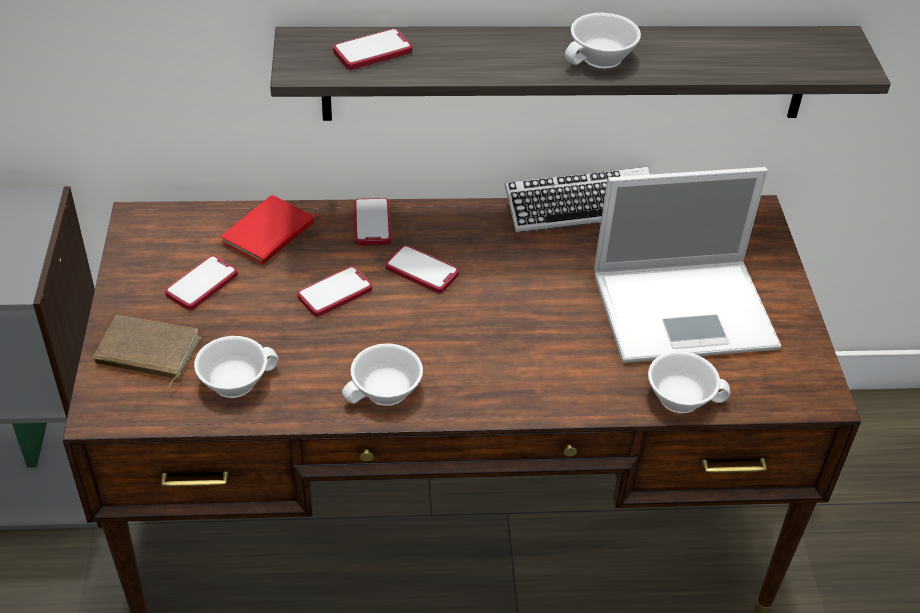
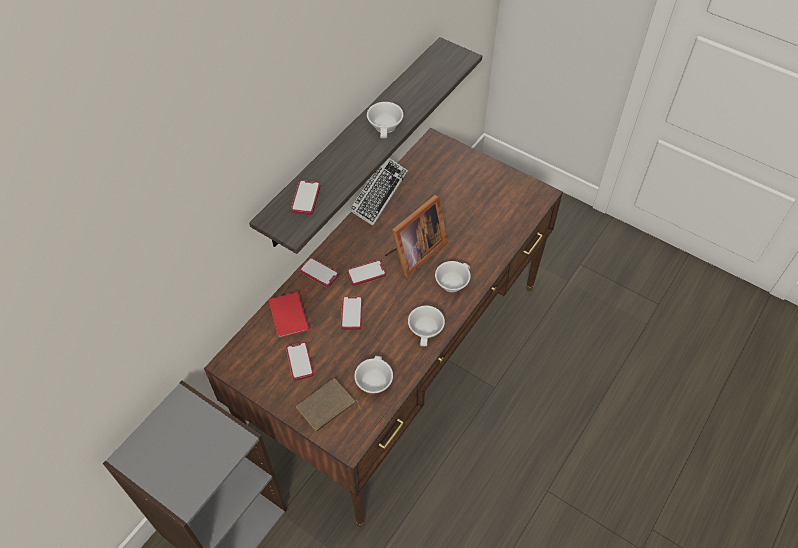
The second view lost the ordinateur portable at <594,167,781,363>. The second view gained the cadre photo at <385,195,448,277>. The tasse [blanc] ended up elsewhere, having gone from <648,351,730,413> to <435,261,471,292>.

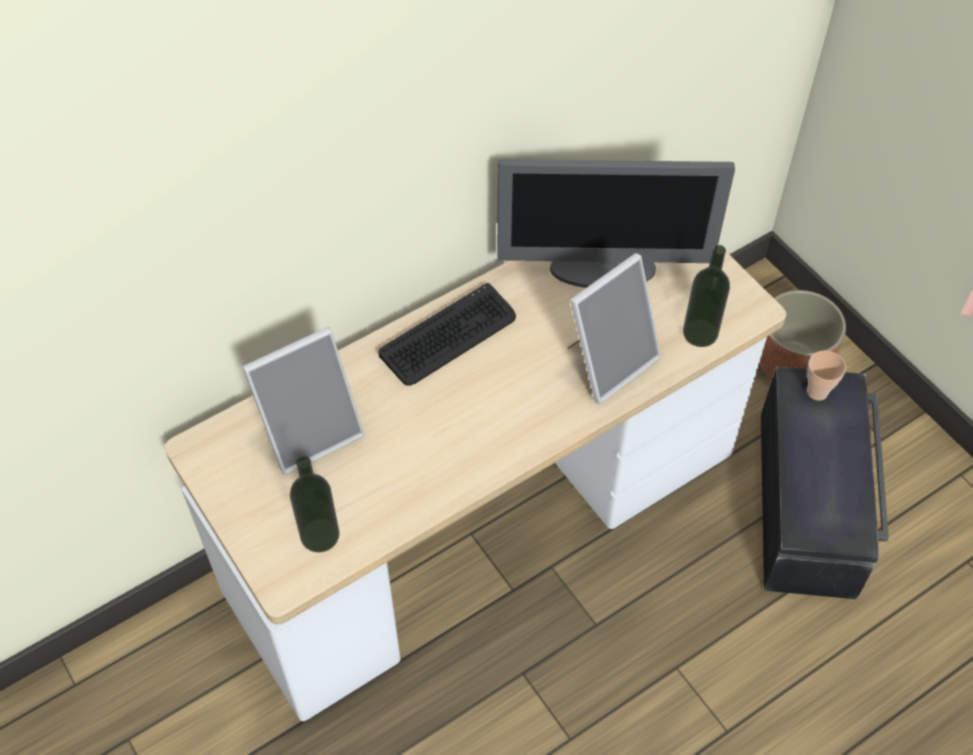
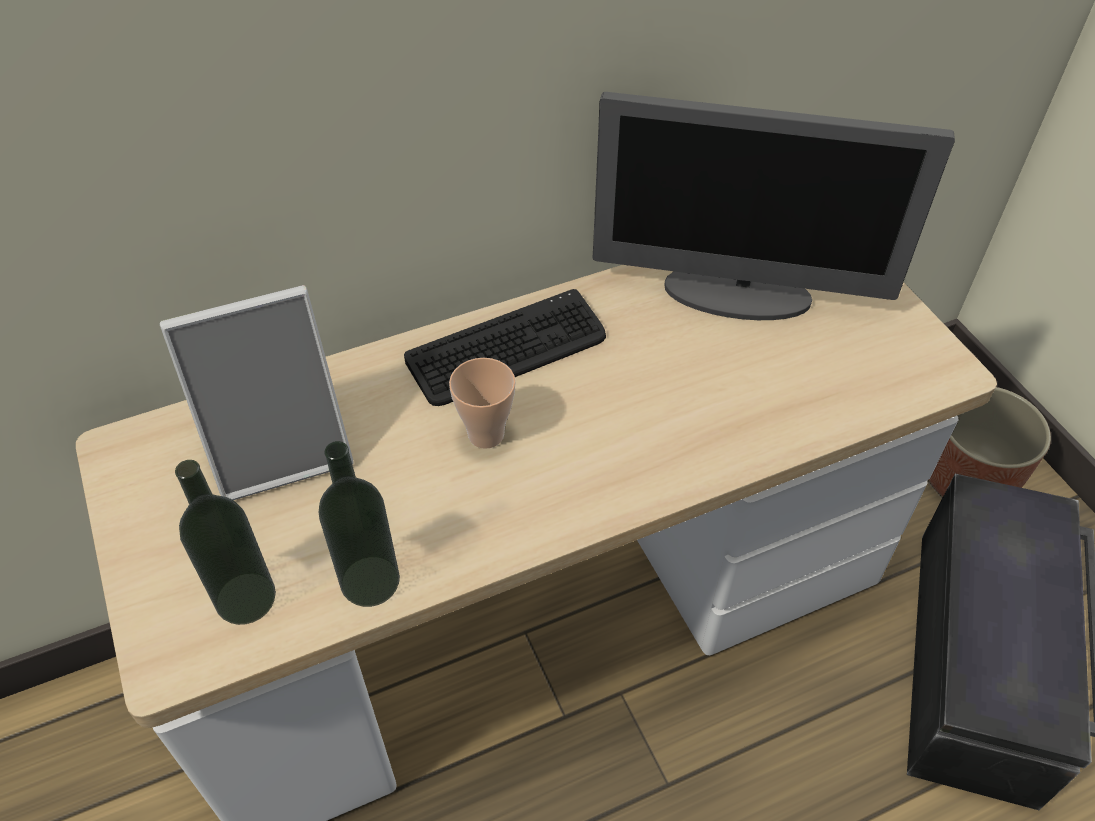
The second view lost the cadre photo at <567,253,661,404>. The bouteille ended up elsewhere, having gone from <683,245,730,347> to <319,441,400,607>. The tasse ended up elsewhere, having gone from <807,351,846,401> to <449,358,516,449>.

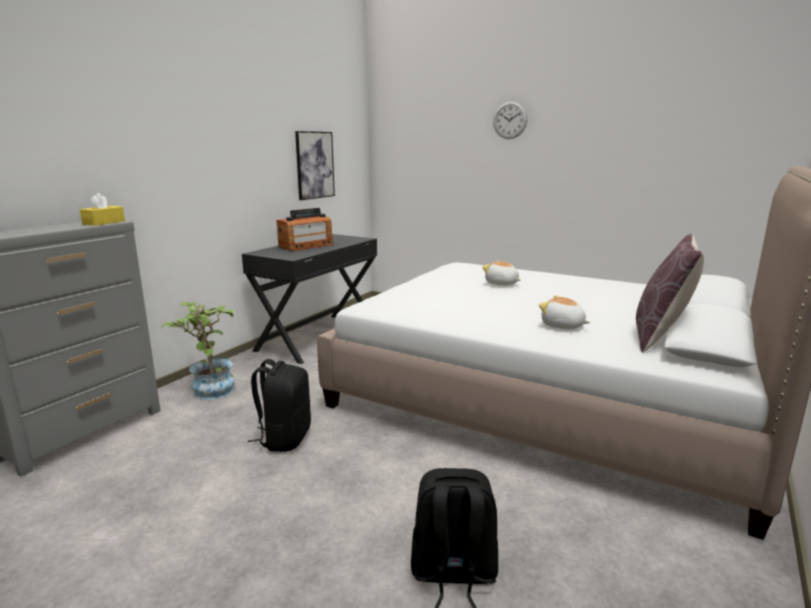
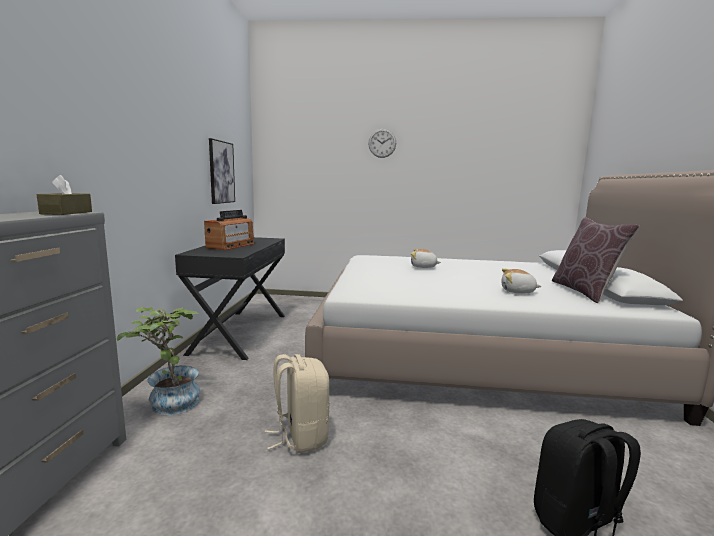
What was the boîte à mouchoirs [jaune] at <80,193,125,226> turned into the boîte à mouchoirs [marron] at <36,175,92,215>. What was the sac à dos [noir] at <248,359,311,452> turned into the sac à dos [beige] at <265,354,330,453>.

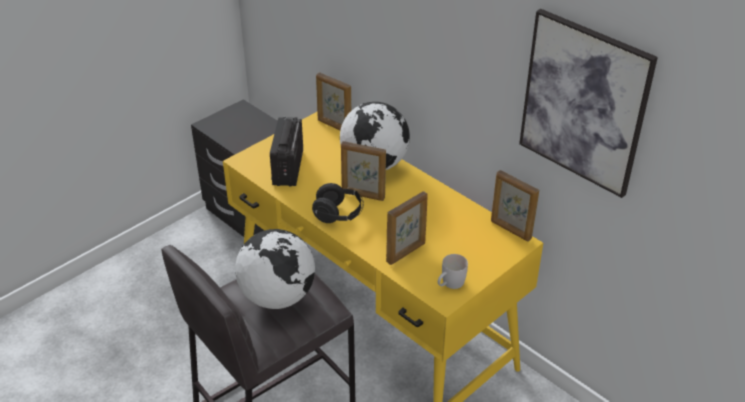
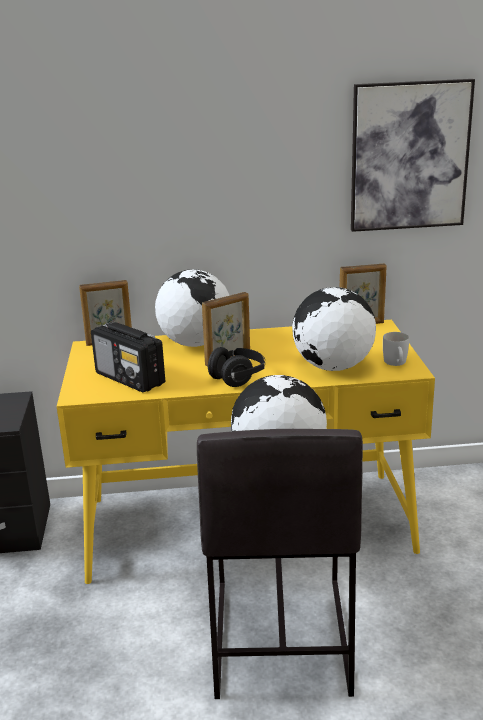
Where the cadre photo stood at <386,191,428,265>, the globe came to stand at <292,287,376,371>.

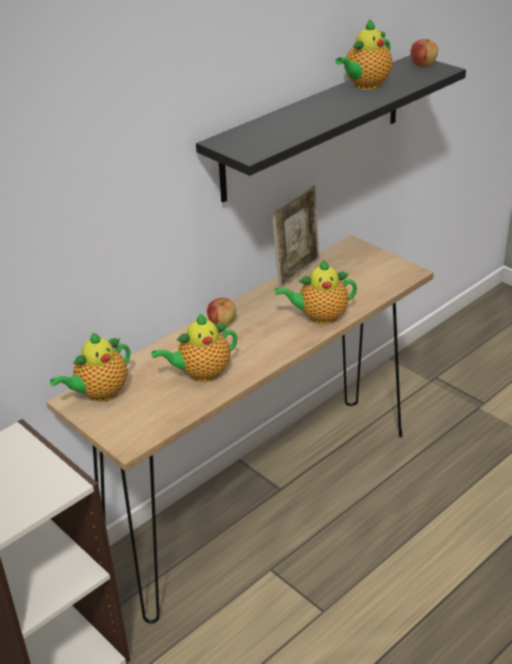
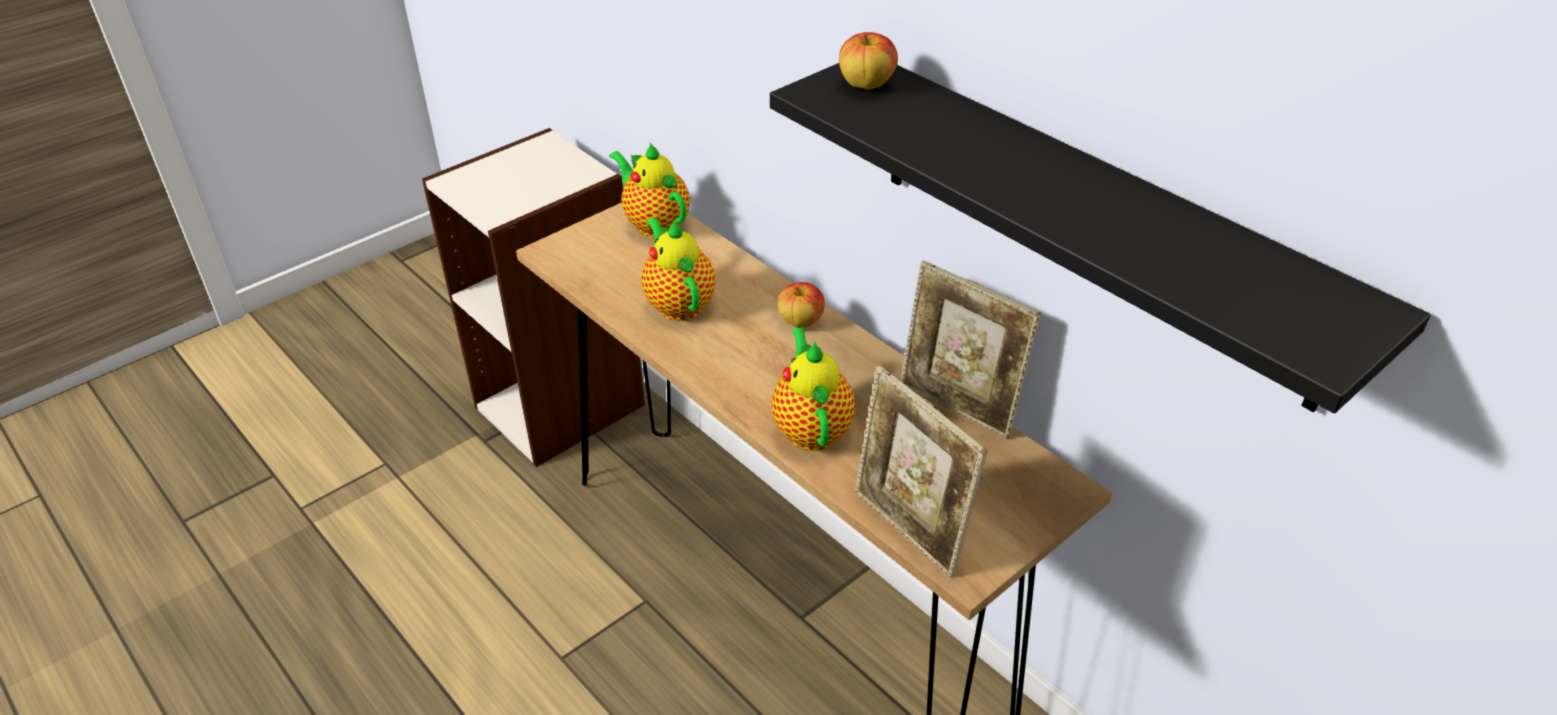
The second view lost the théière at <335,19,393,90>. The second view gained the cadre photo at <855,366,987,578>. The pomme ended up elsewhere, having gone from <411,39,438,67> to <839,32,898,90>.

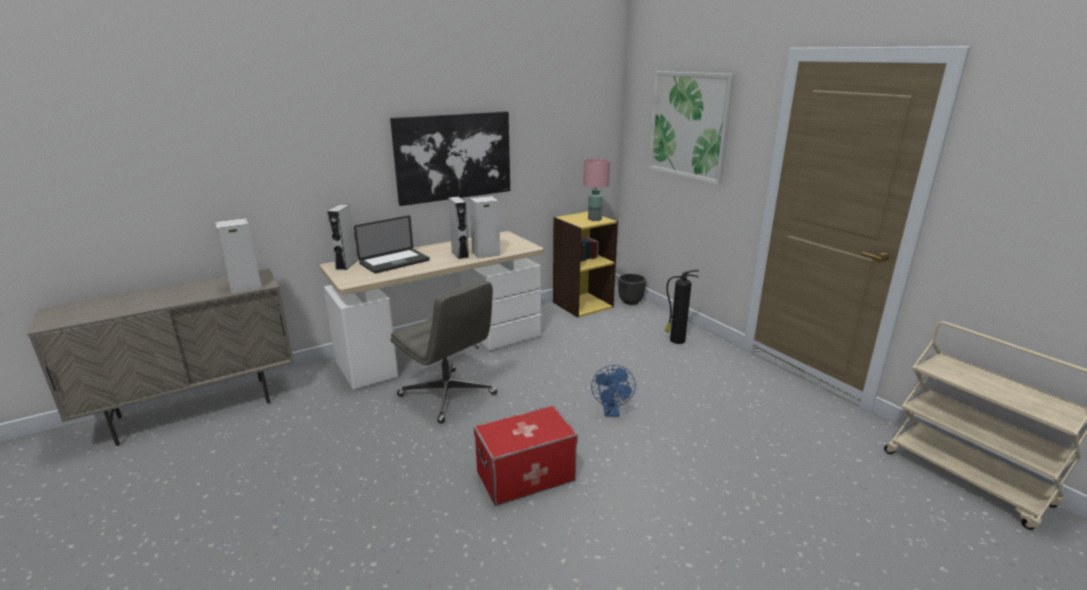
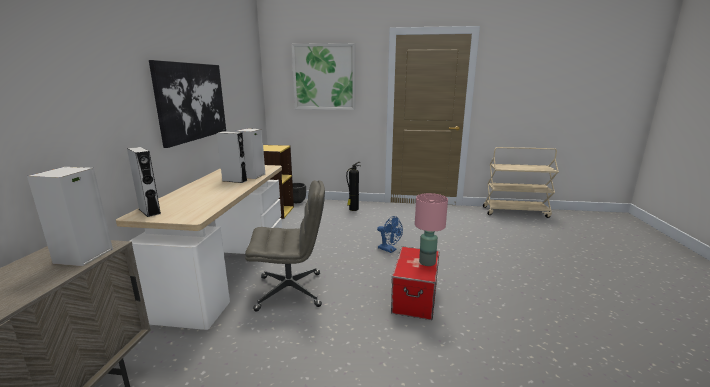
The second view lost the ordinateur portable at <354,216,430,273>. The lampe de table [rose] ended up elsewhere, having gone from <583,158,610,221> to <415,193,448,266>.

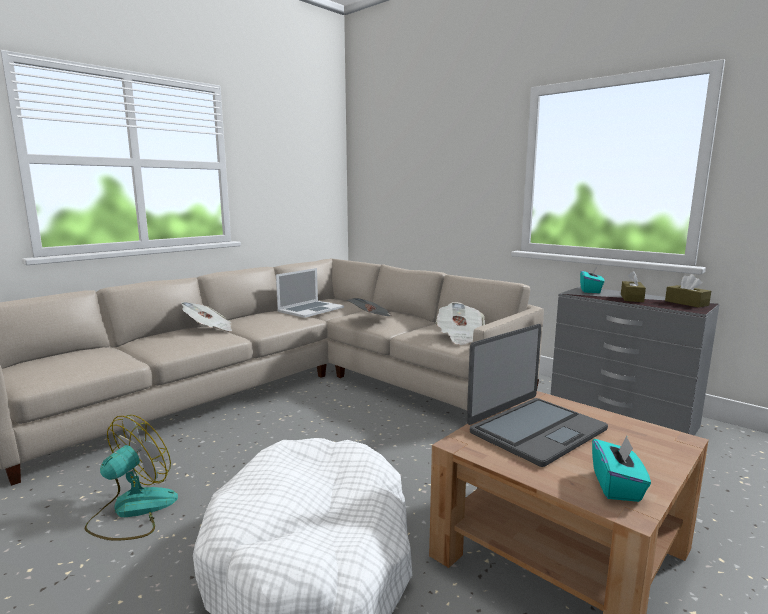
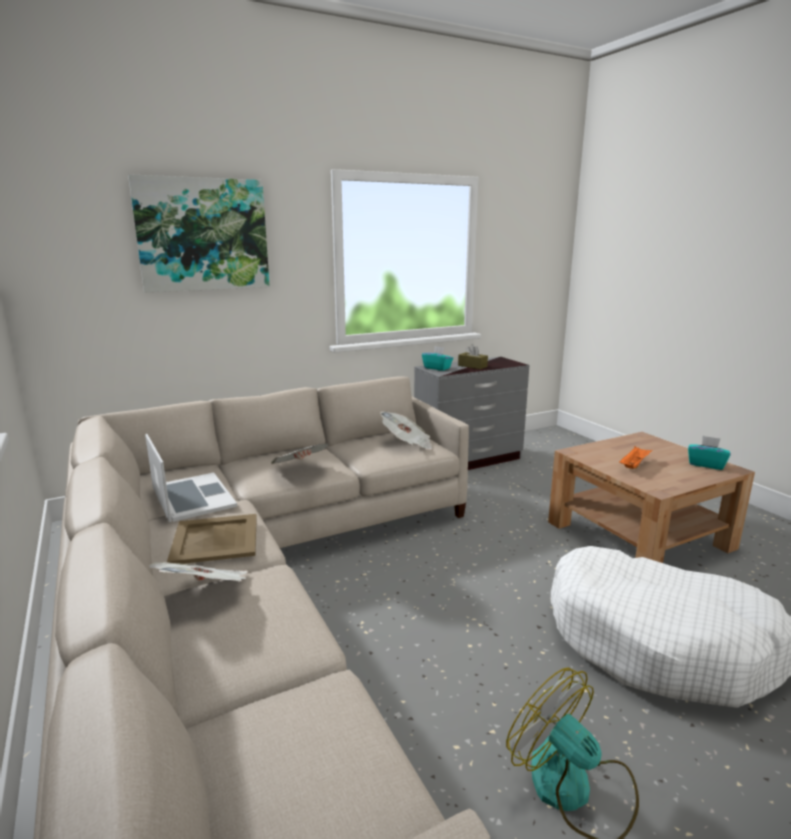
The second view lost the boîte à mouchoirs [marron] at <665,274,711,308>. The second view gained the tableau at <128,174,270,292>. The second view gained the plateau [beige] at <167,514,257,564>. Where the ordinateur portable stood at <467,324,608,467>, the plateau [orange] came to stand at <619,446,653,469>.

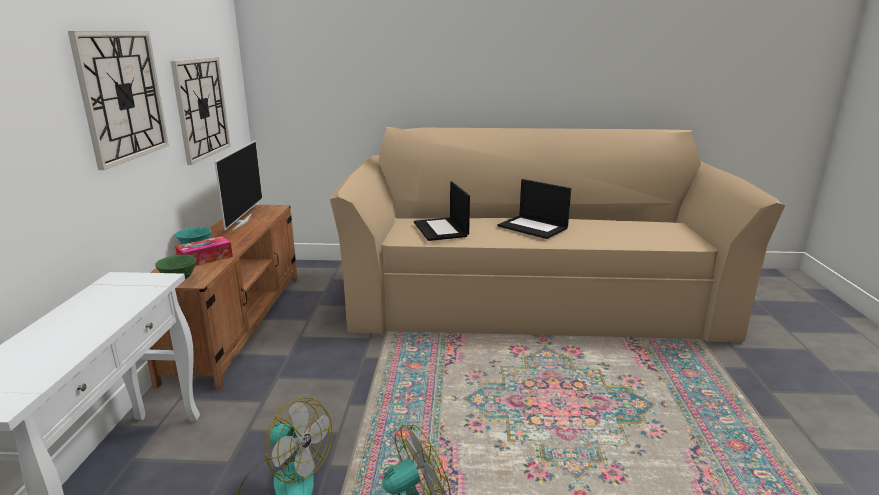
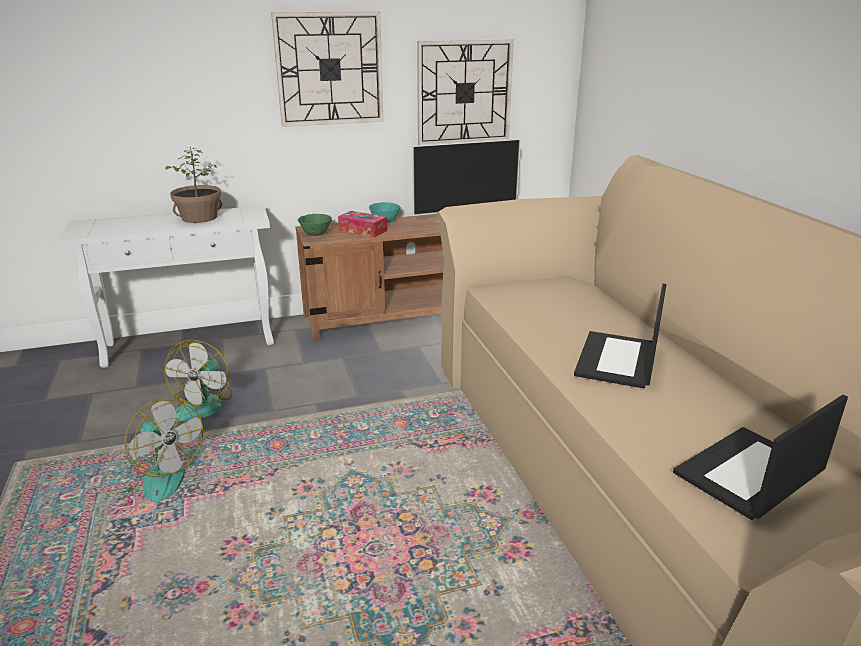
The second view gained the plante en pot at <165,147,222,223>. The ordinateur portable ended up elsewhere, having gone from <414,181,470,241> to <673,395,848,520>.

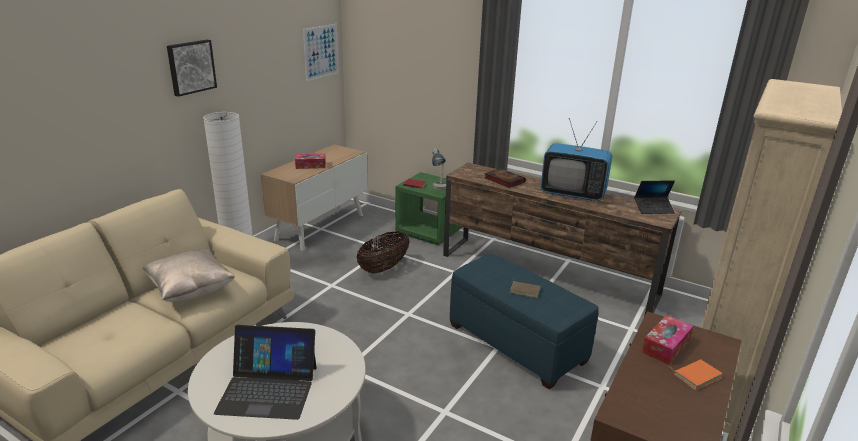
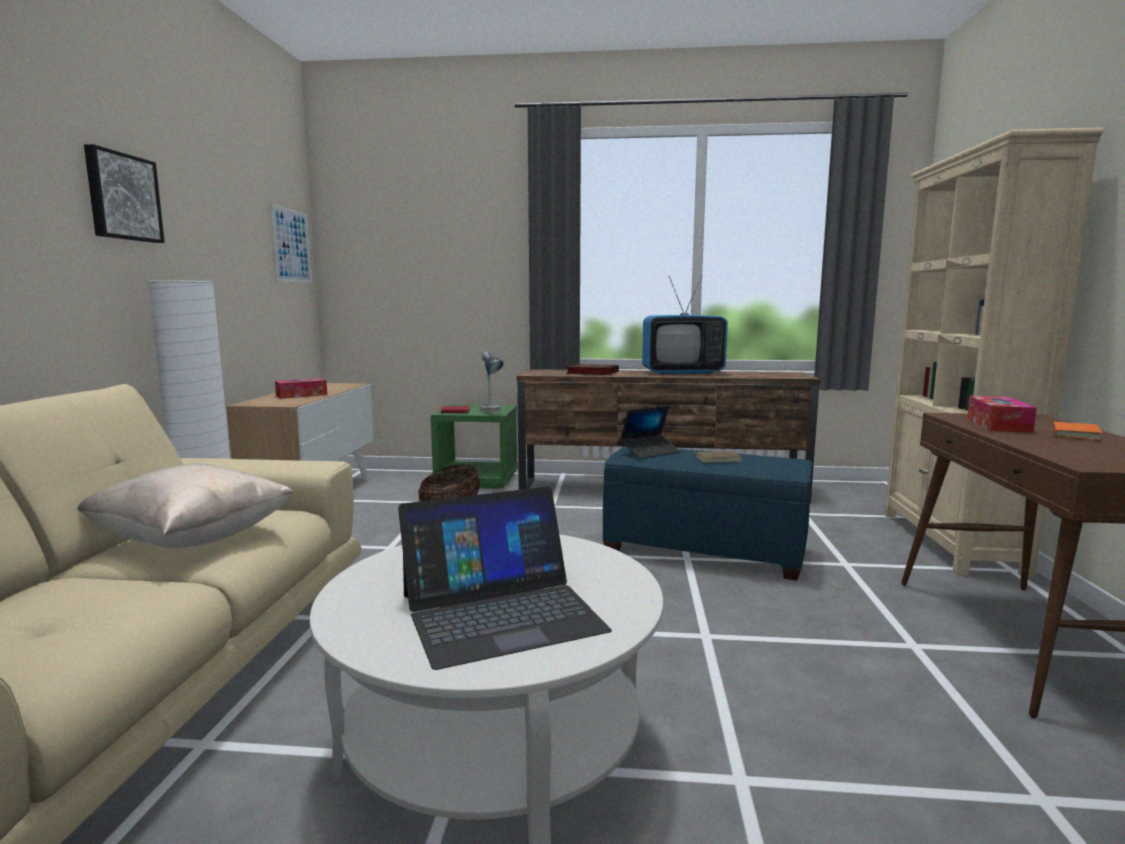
The ordinateur portable ended up elsewhere, having gone from <634,180,675,214> to <620,406,681,459>.

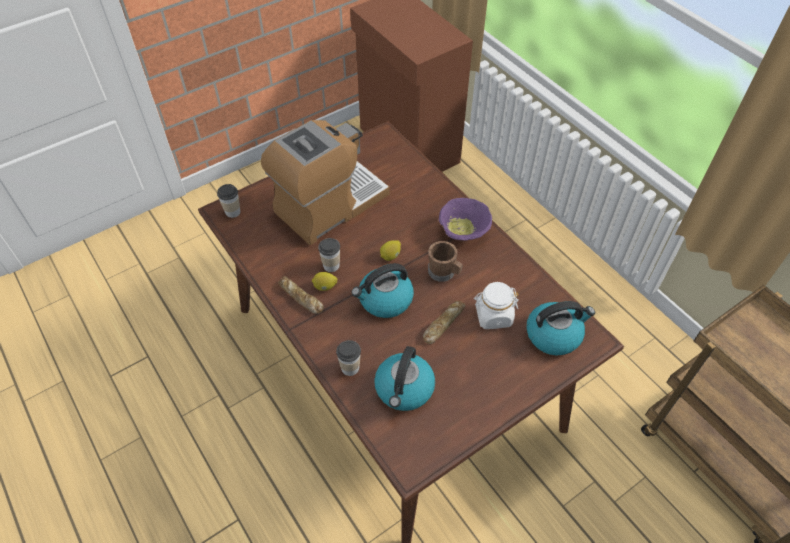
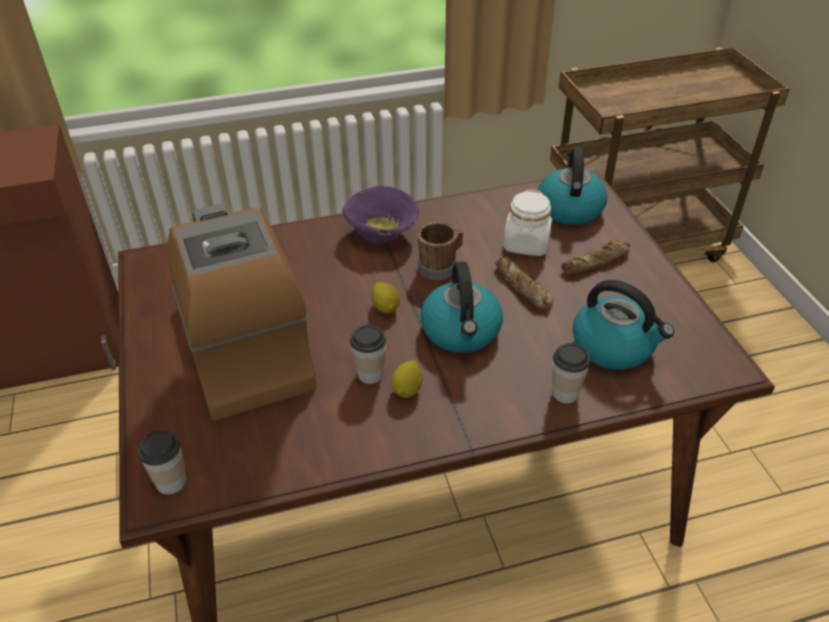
The pain ended up elsewhere, having gone from <278,276,324,314> to <561,240,630,275>.

